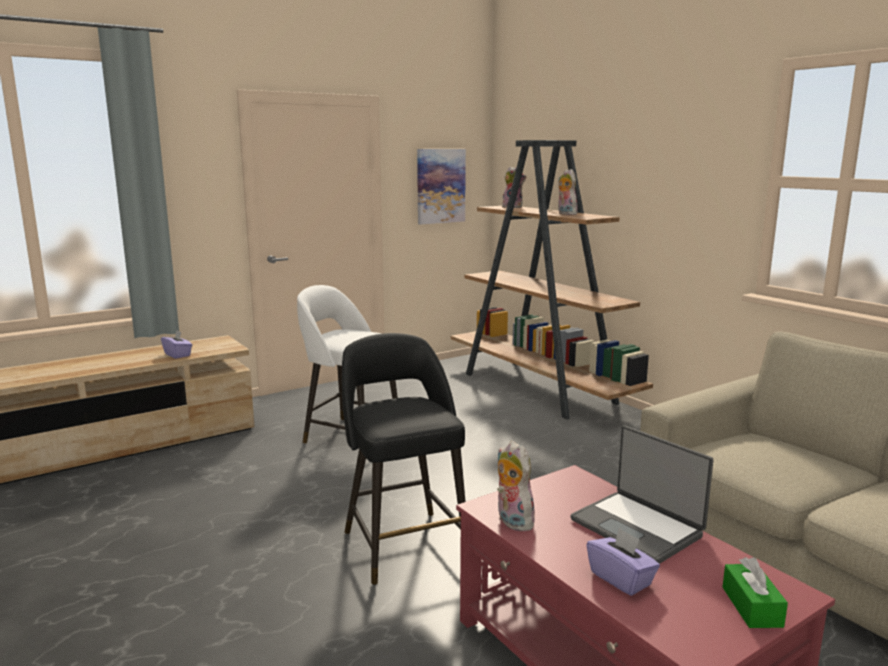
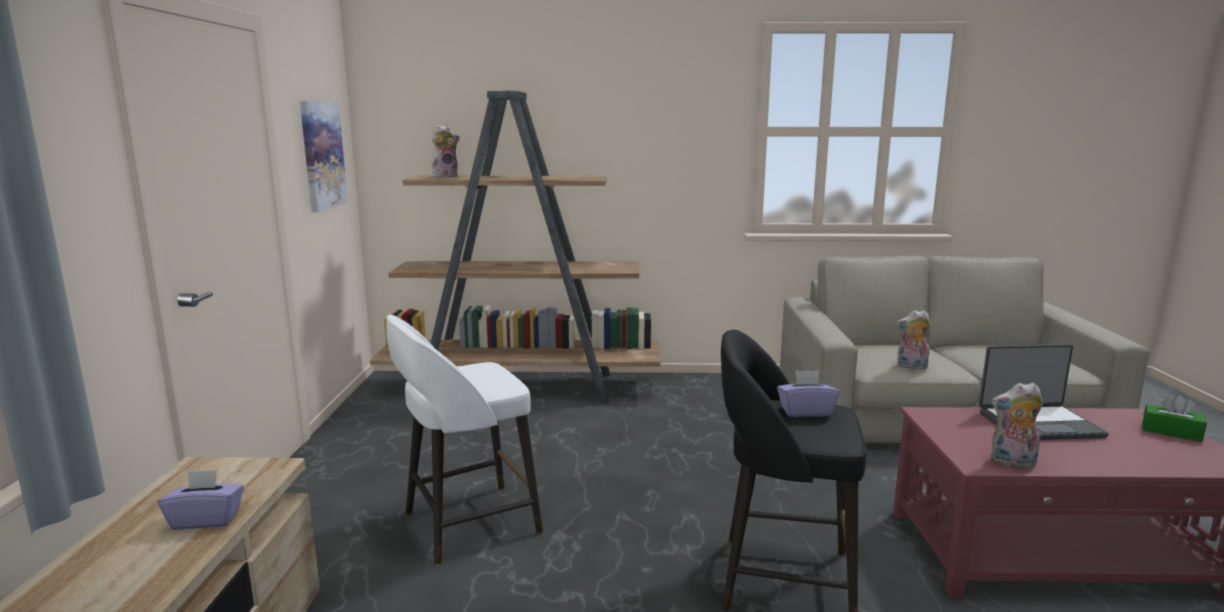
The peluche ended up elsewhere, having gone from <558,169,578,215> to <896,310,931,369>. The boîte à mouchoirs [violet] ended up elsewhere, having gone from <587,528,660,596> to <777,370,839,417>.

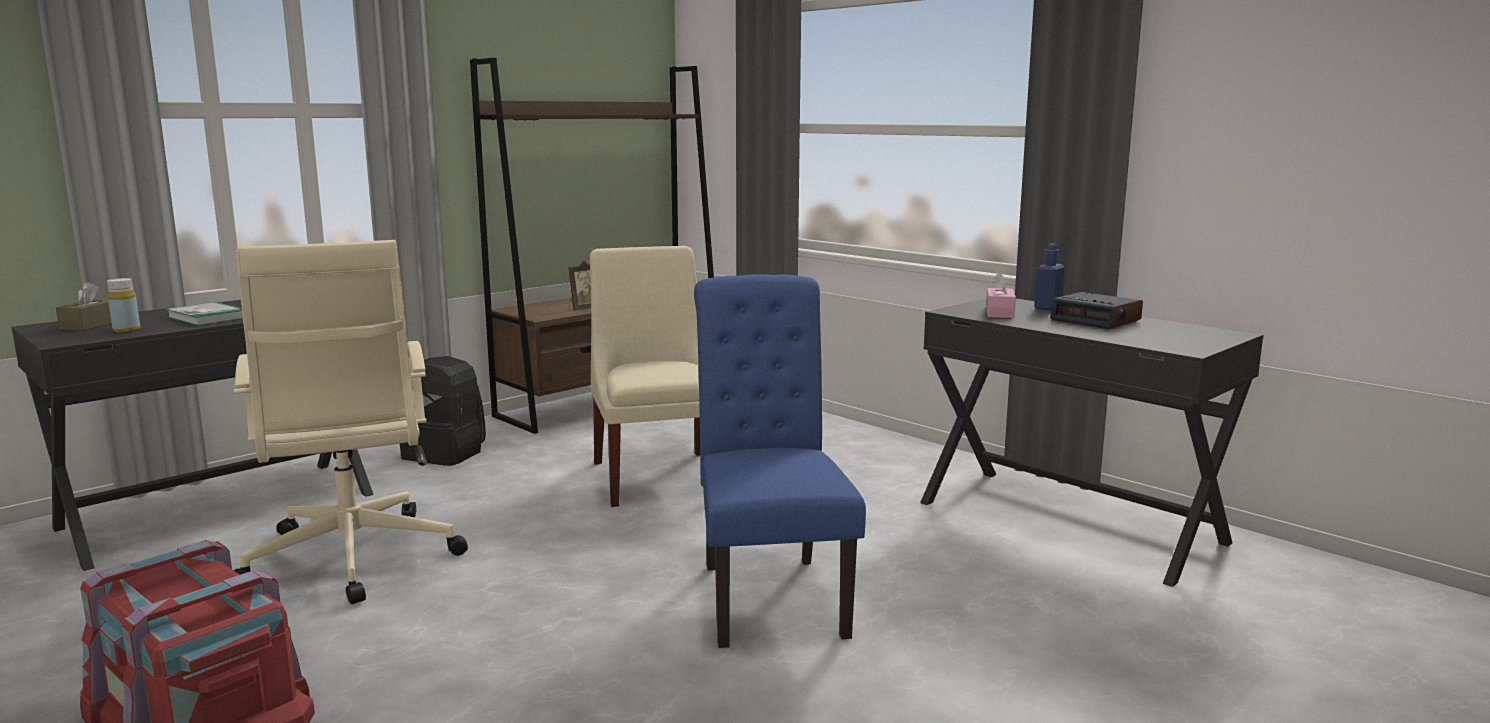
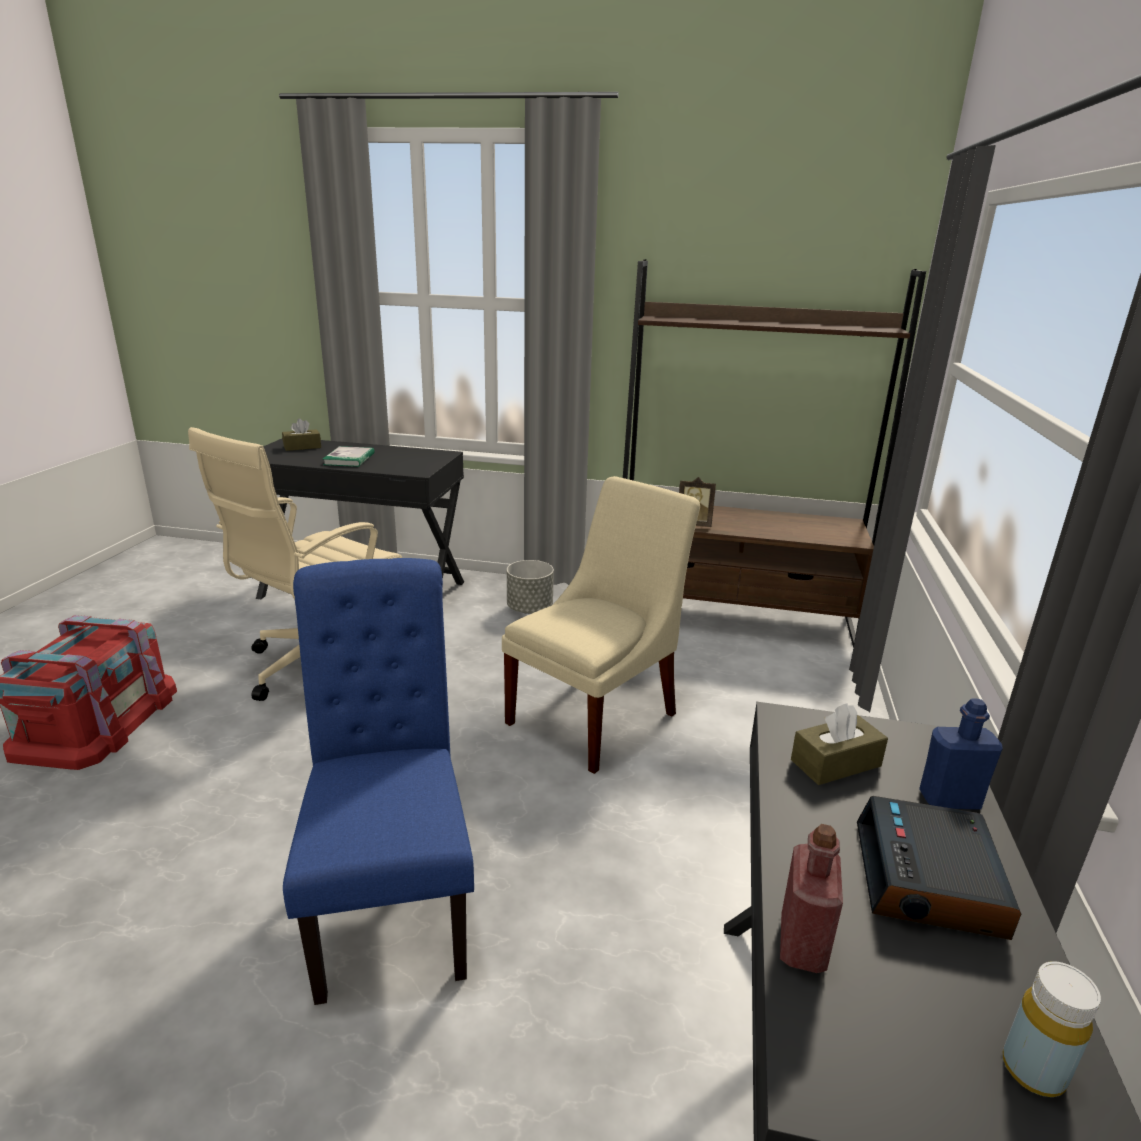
The second view gained the bouteille [rouge] at <780,824,843,973>. The bouteille [jaune] ended up elsewhere, having gone from <107,278,140,333> to <1002,961,1101,1097>. Where the sac à dos [noir] stood at <400,356,486,466>, the cache-pot [gris] came to stand at <507,560,554,614>. What was the boîte à mouchoirs [rose] at <986,272,1016,318> turned into the boîte à mouchoirs [marron] at <791,703,888,785>. The chaise [bleu] at <694,274,866,648> ended up facing another way, 60 degrees counterclockwise from before.

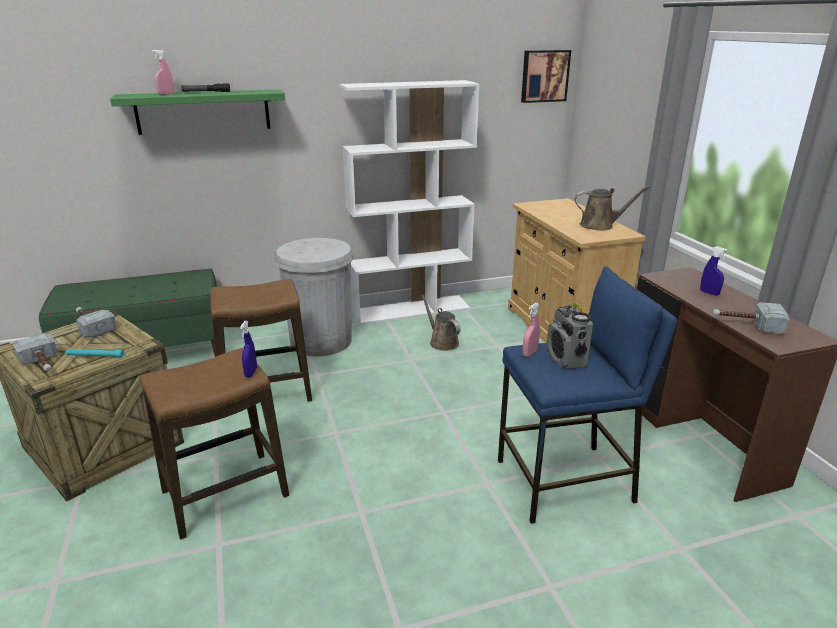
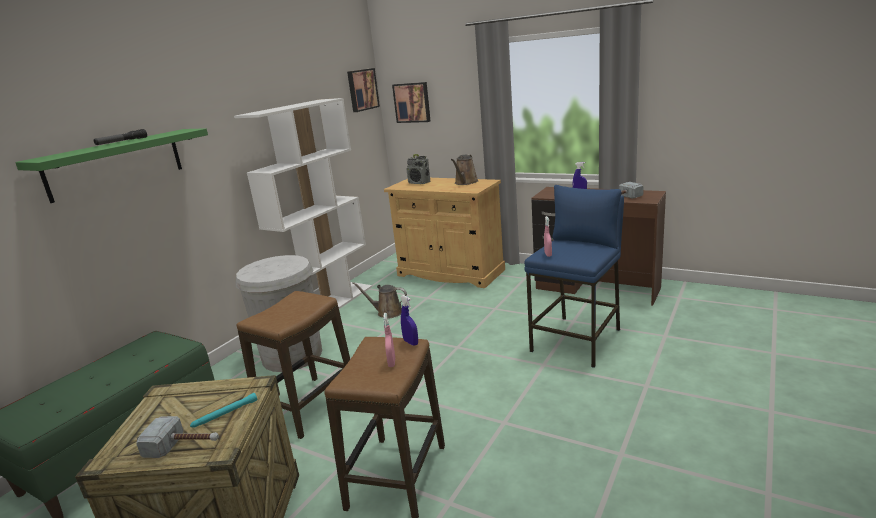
The second view lost the marteau at <76,307,117,338>. The second view gained the tableau at <392,82,431,123>. The vaporisateur [rose] ended up elsewhere, having gone from <152,50,174,95> to <383,313,395,367>. The radio ended up elsewhere, having gone from <546,302,593,369> to <407,154,430,184>. The arrosoir [marron] at <575,186,650,231> ended up facing another way, 150 degrees clockwise from before.

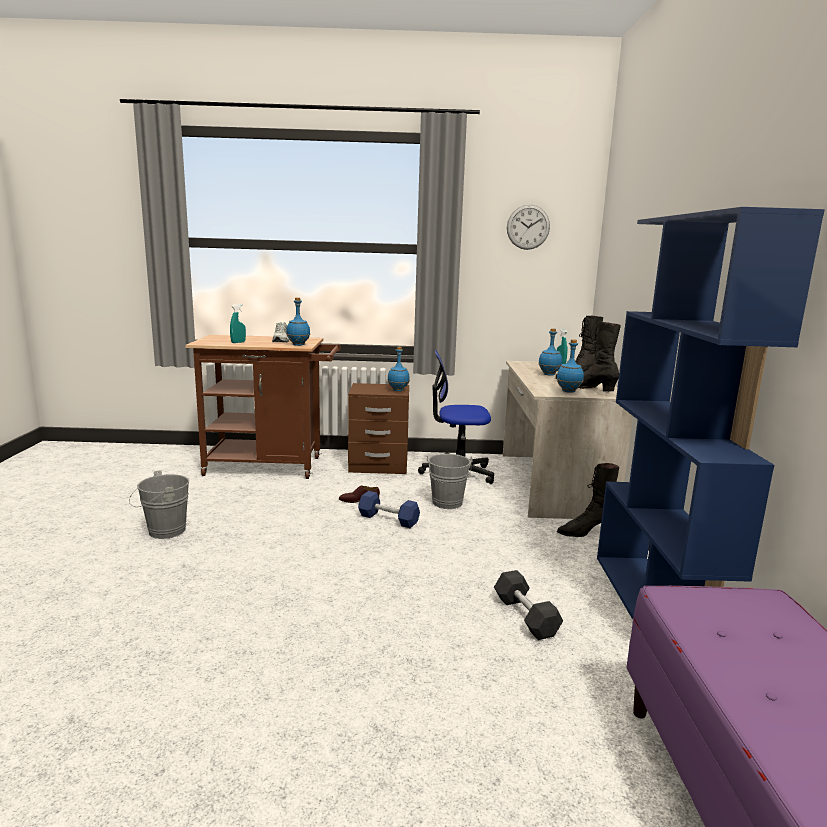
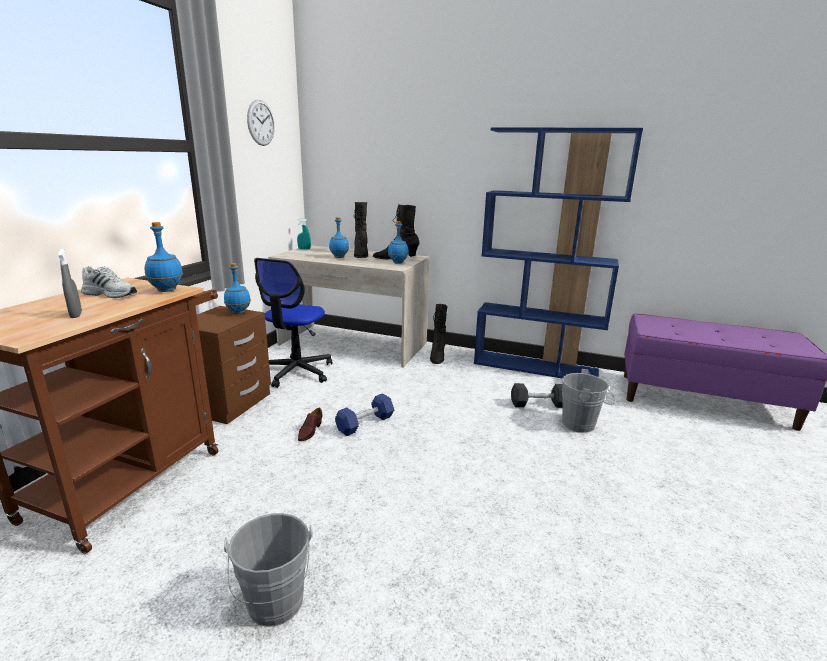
The seau [gris] ended up elsewhere, having gone from <427,454,473,509> to <562,369,615,433>. What was the vaporisateur [turquoise] at <230,304,246,343> turned into the vaporisateur [gris] at <58,248,82,318>.

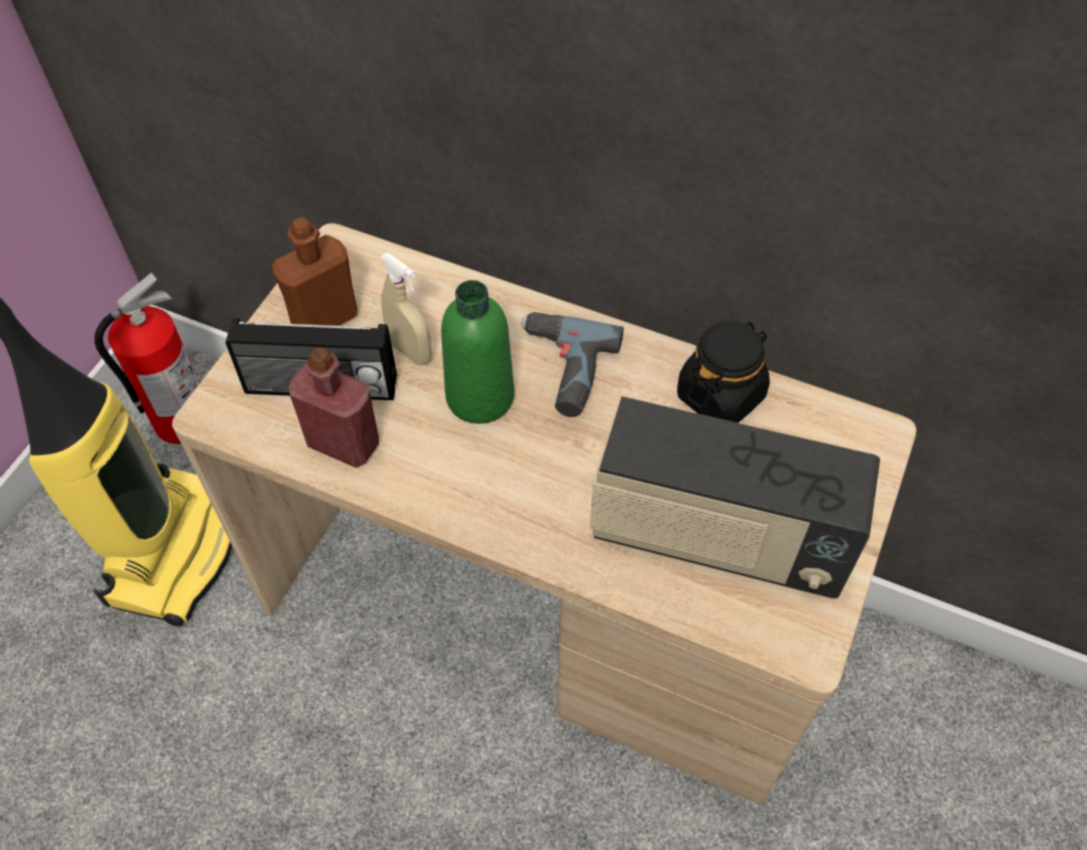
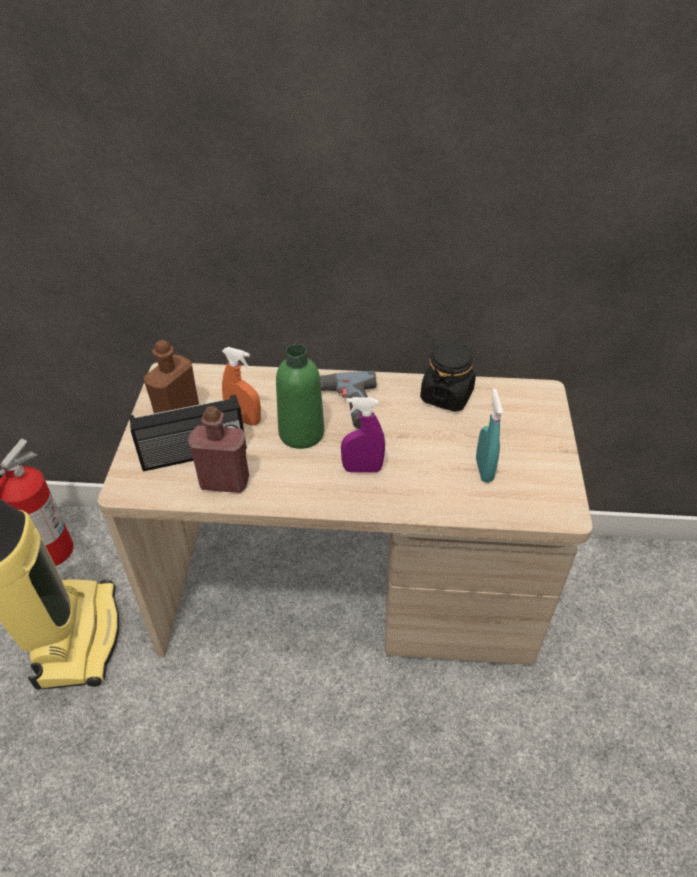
The second view gained the vaporisateur [violet] at <341,397,385,473>. Where the radio stood at <590,396,880,598>, the vaporisateur [turquoise] came to stand at <476,388,503,483>. What was the vaporisateur [beige] at <381,253,431,366> turned into the vaporisateur [orange] at <222,347,261,426>.

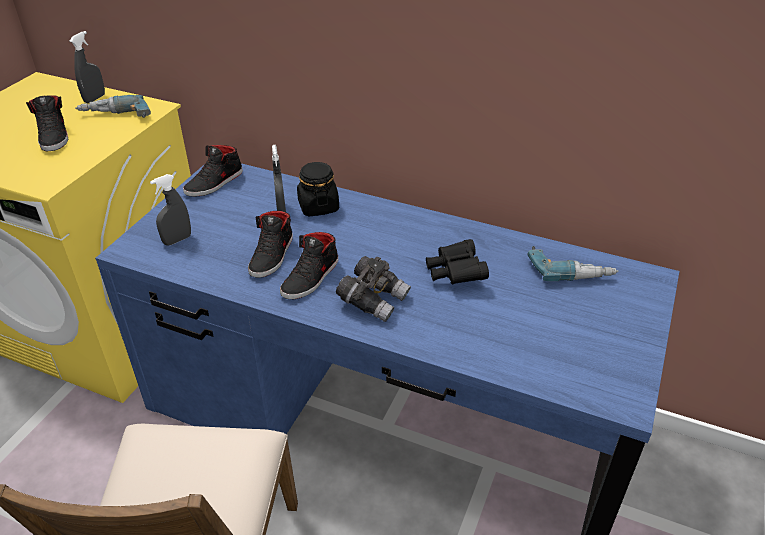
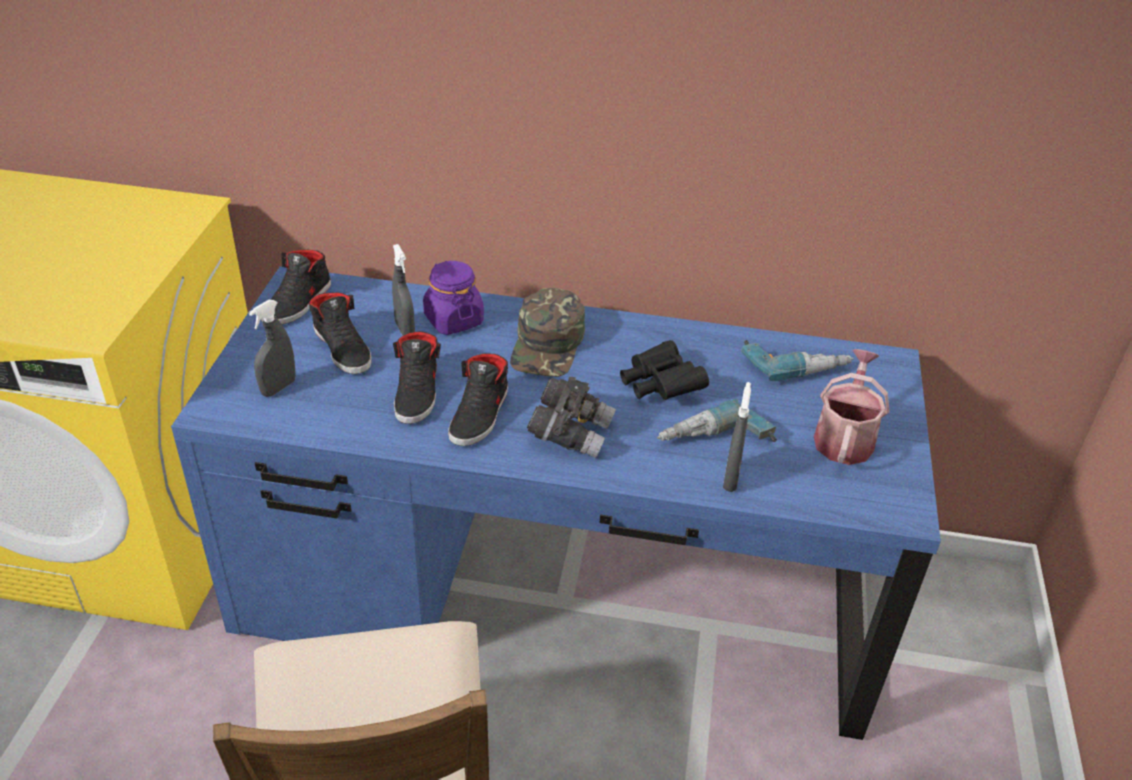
The second view gained the casquette [vert] at <510,288,585,377>. The second view gained the arrosoir at <814,349,890,465>. The chaussure [noir] ended up elsewhere, having gone from <26,95,68,151> to <309,292,372,374>. The vaporisateur [gris] ended up elsewhere, having gone from <69,31,105,103> to <723,382,751,492>. The perceuse ended up elsewhere, having gone from <75,95,151,118> to <657,399,777,442>. What was the bocal [noir] at <297,162,339,217> turned into the bocal [violet] at <423,261,484,335>.

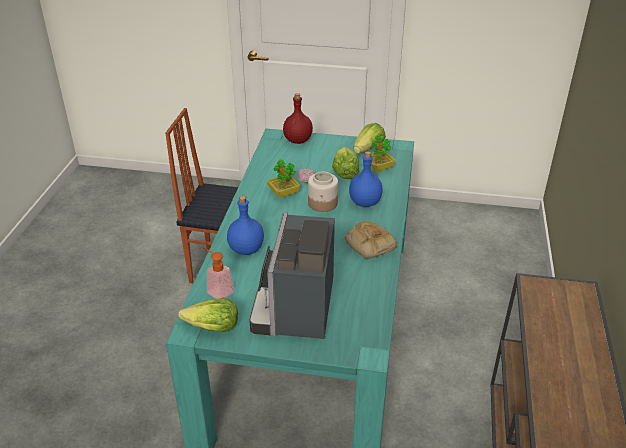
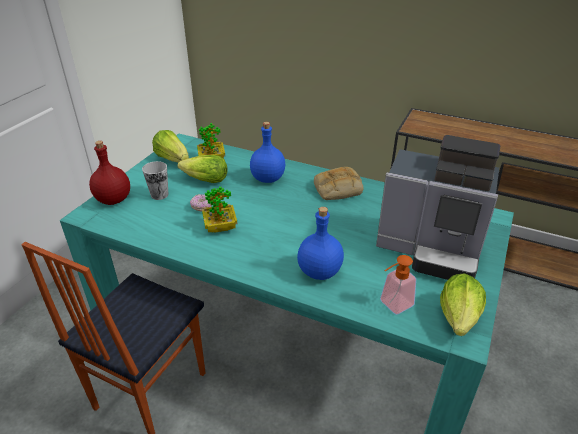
The second view lost the bocal at <308,172,338,212>. The second view gained the tasse at <142,161,168,200>.

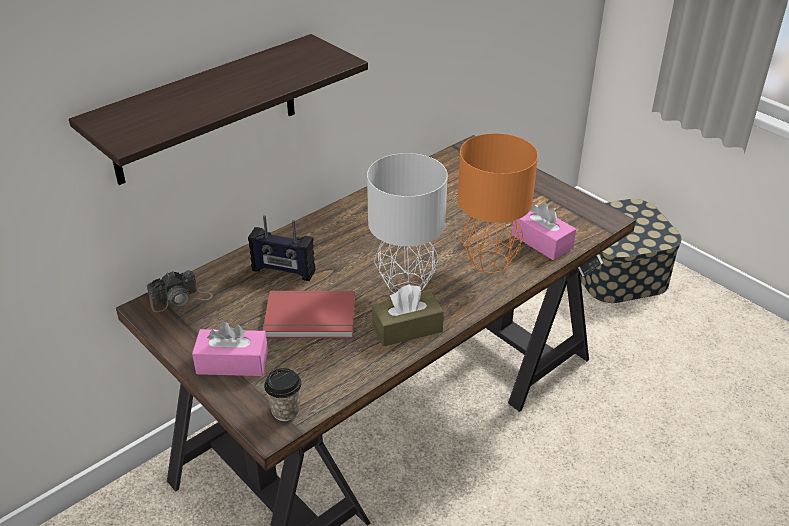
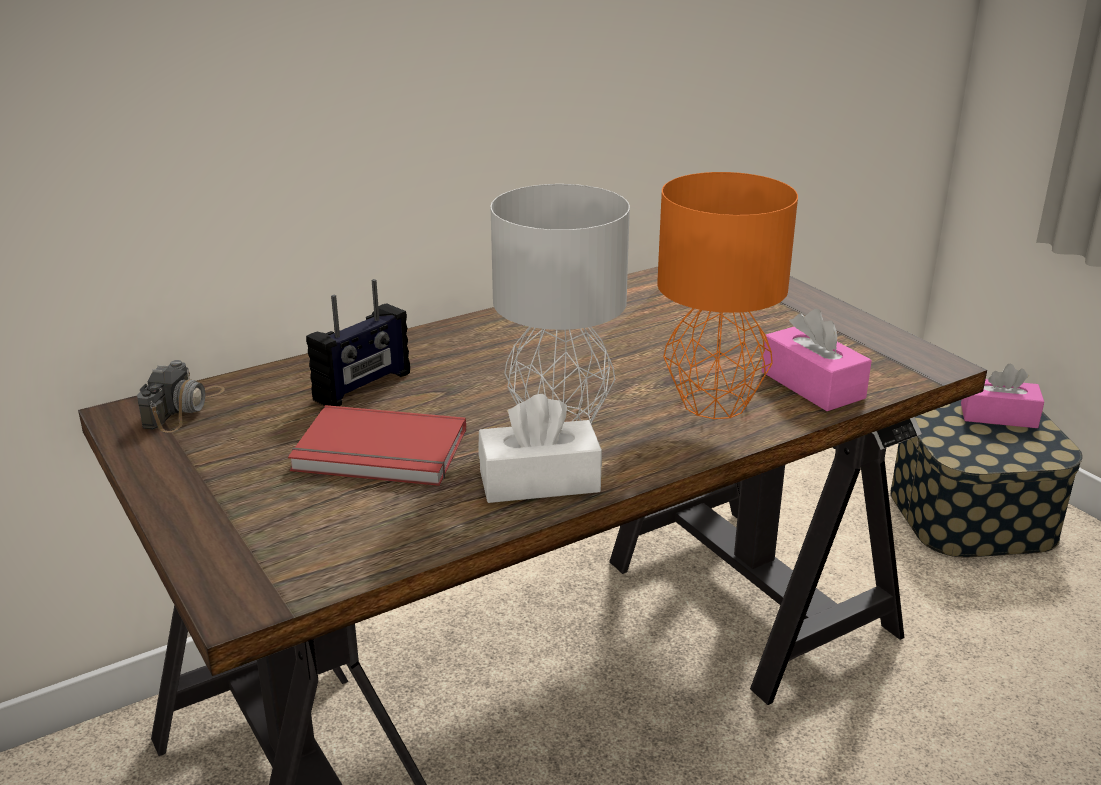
The second view lost the étagère at <69,34,368,185>. The second view lost the tasse at <264,368,301,421>. The boîte à mouchoirs [rose] ended up elsewhere, having gone from <192,322,268,376> to <961,363,1044,428>. What was the boîte à mouchoirs [marron] at <372,285,444,347> turned into the boîte à mouchoirs [blanc] at <478,394,602,503>. The appareil photo at <147,270,213,312> ended up facing another way, 60 degrees counterclockwise from before. The radio at <248,215,316,281> ended up facing another way, 75 degrees counterclockwise from before.

